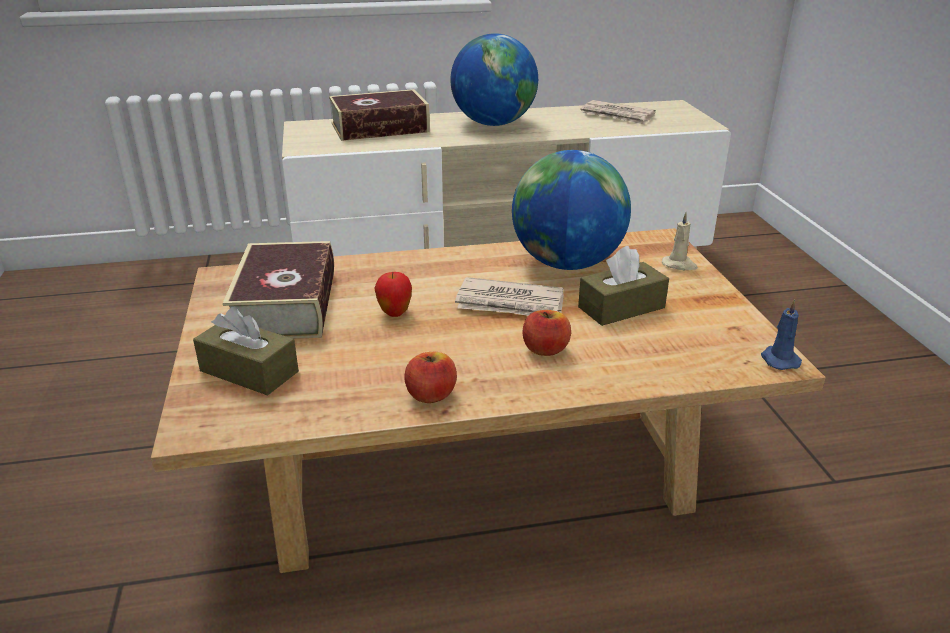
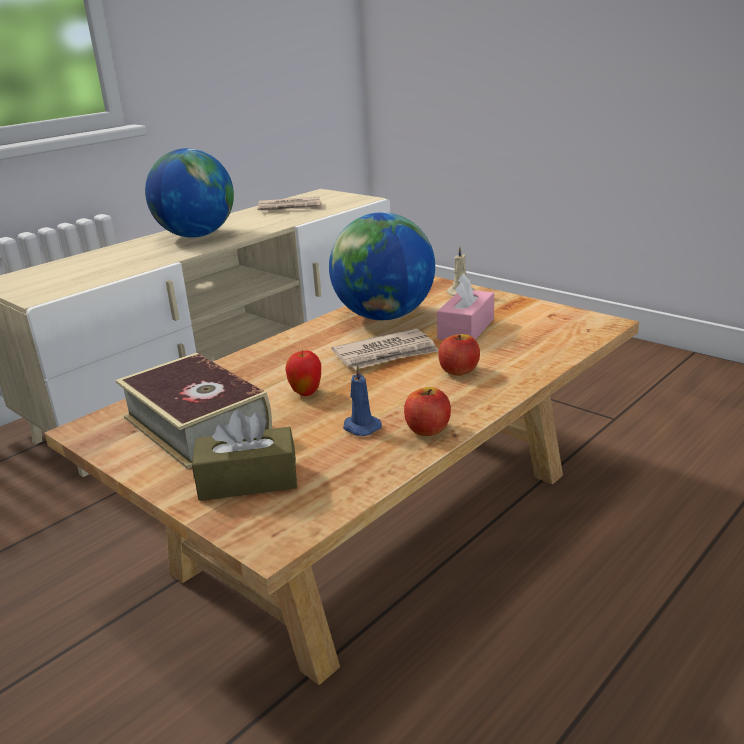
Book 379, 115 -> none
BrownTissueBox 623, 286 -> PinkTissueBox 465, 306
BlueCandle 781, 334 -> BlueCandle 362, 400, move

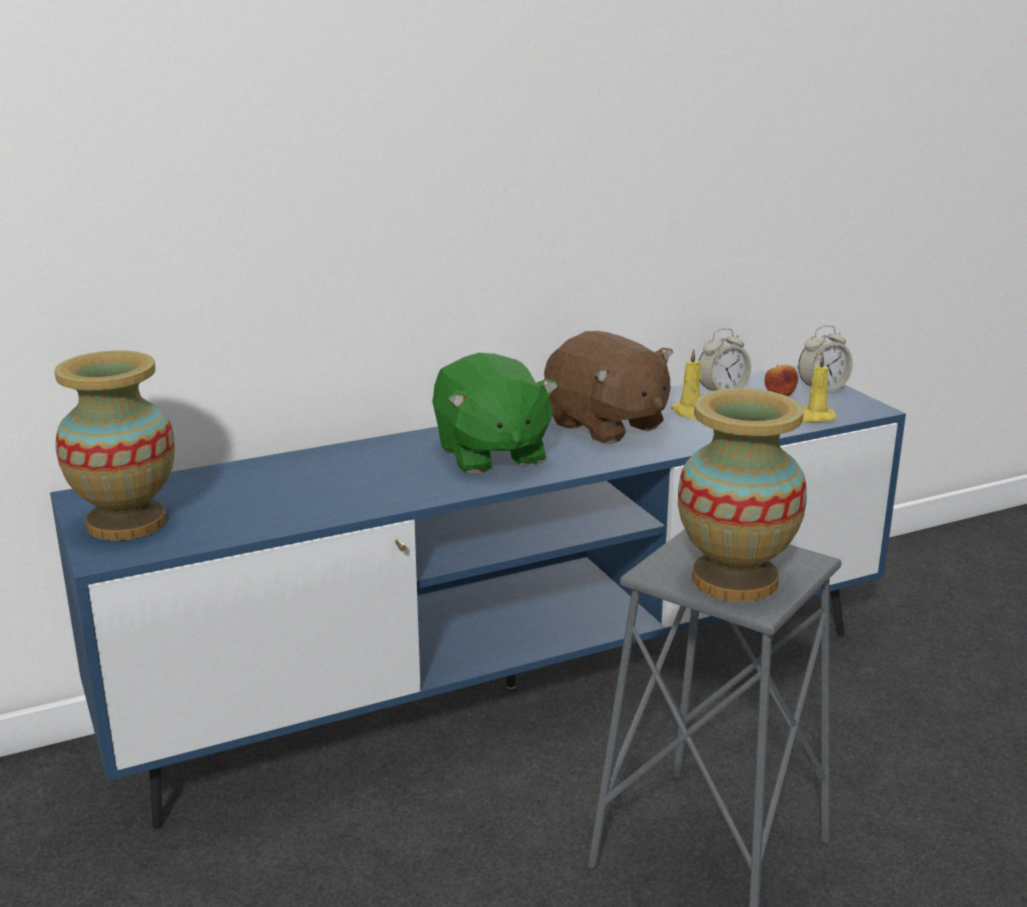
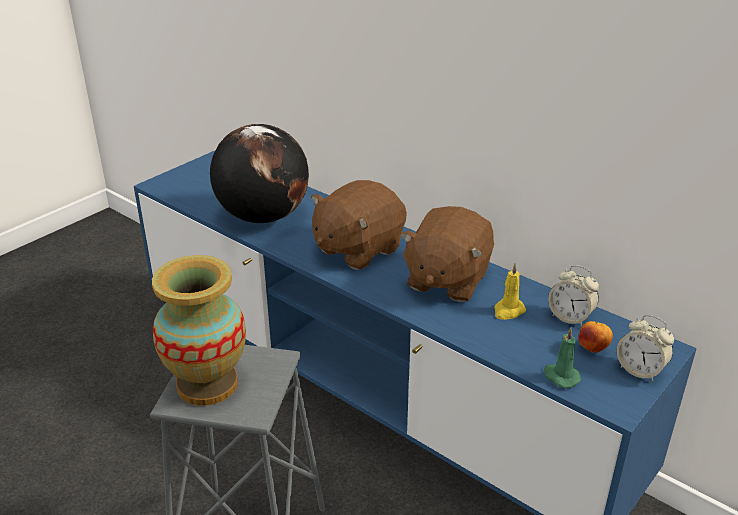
Vase 115, 445 -> none
GreenPlushToy 495, 413 -> BrownPlushToy 359, 225
YellowCandle 819, 387 -> GreenCandle 562, 357
none -> Globe 259, 173

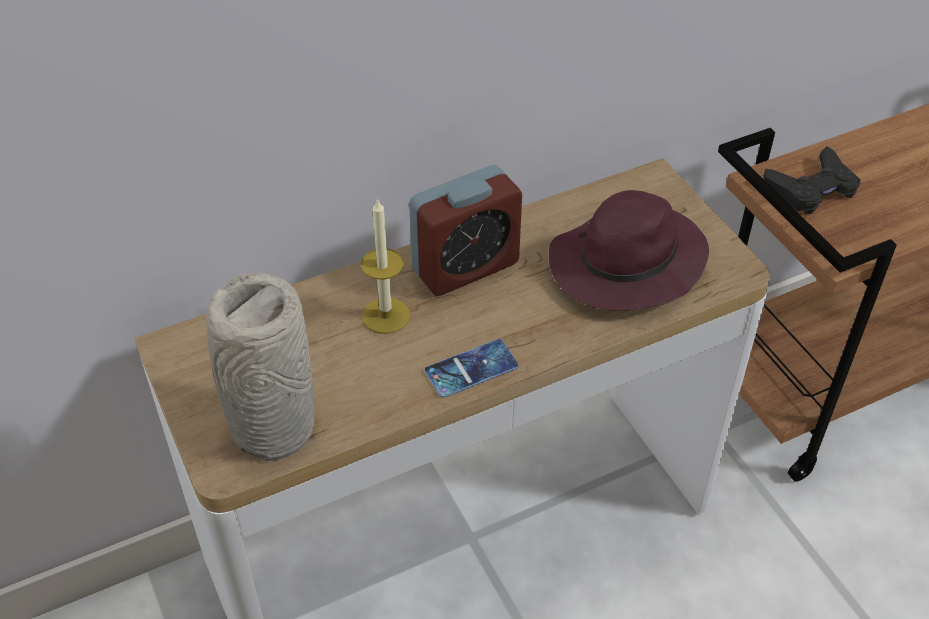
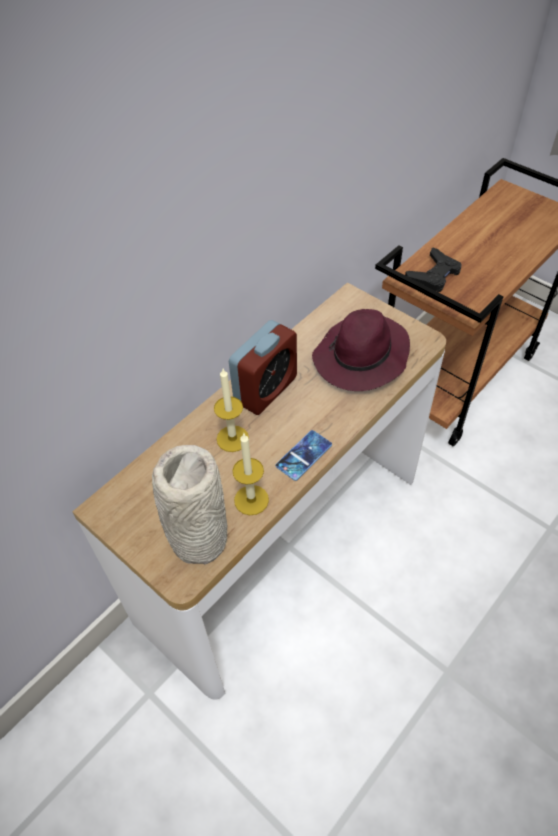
none -> Candle 250, 474

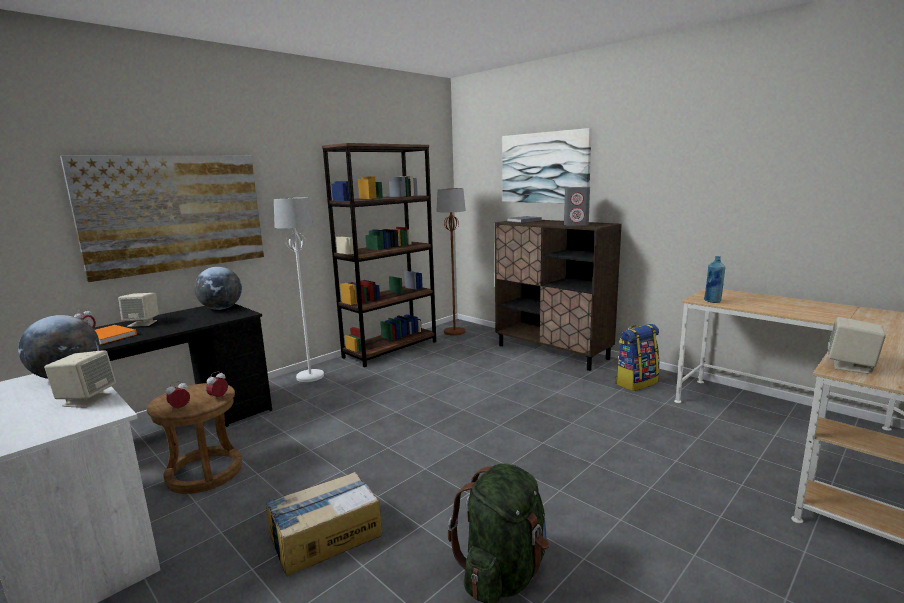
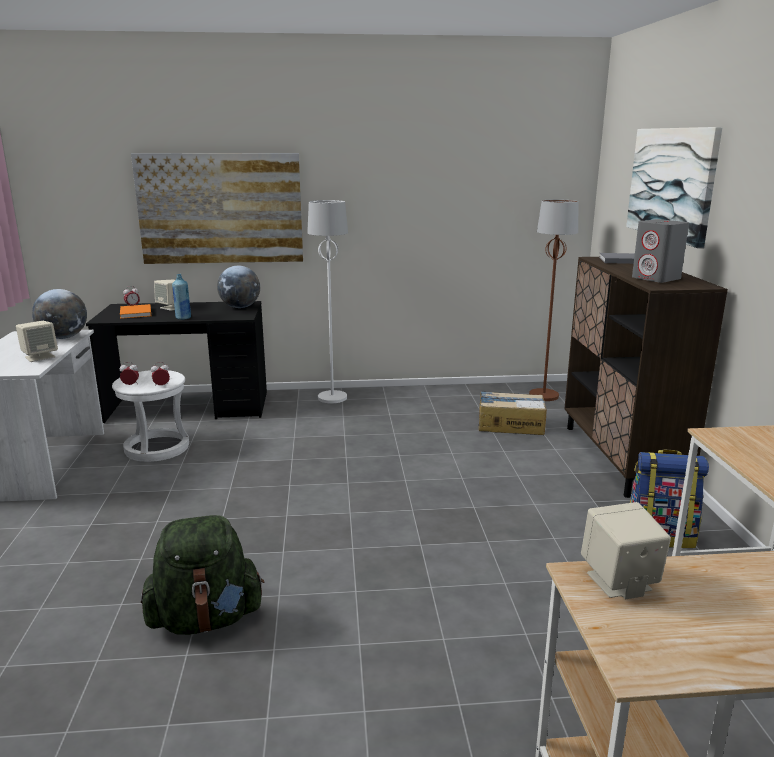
BrownBookcase 379, 255 -> none
BlueBottle 714, 279 -> BlueBottle 181, 297, move
BrownStool 194, 438 -> WhiteStool 150, 416
CardboardBox 323, 524 -> CardboardBox 513, 413, move

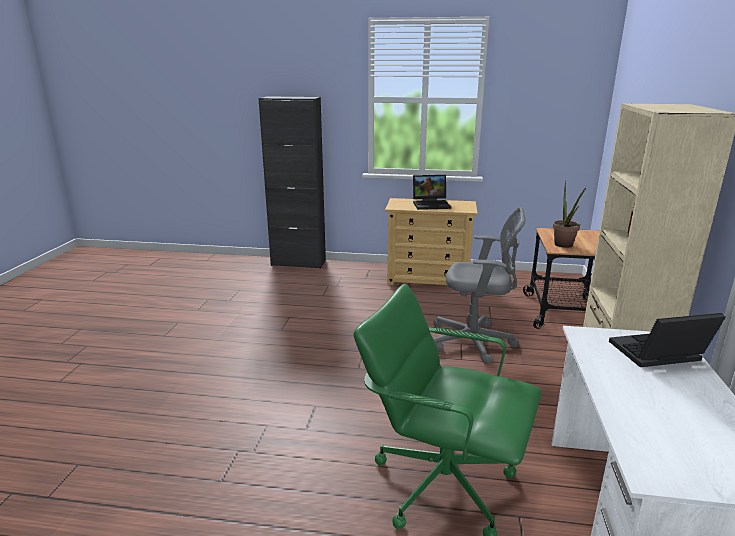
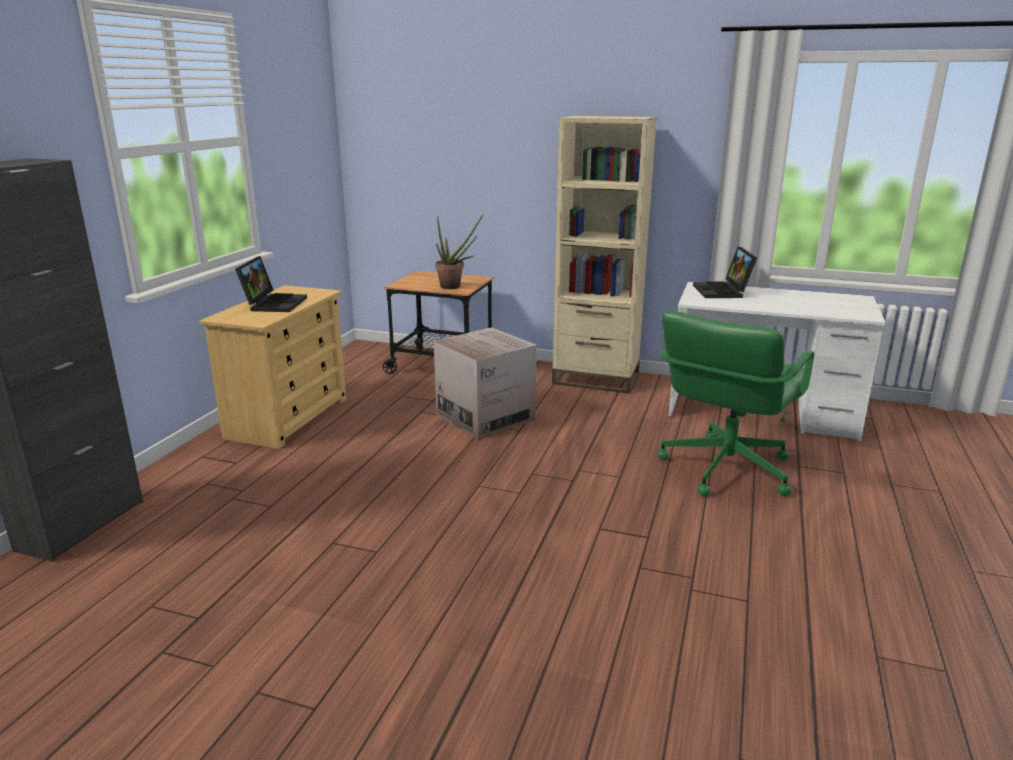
GreyOfficeChair 479, 285 -> CardboardBox 485, 383

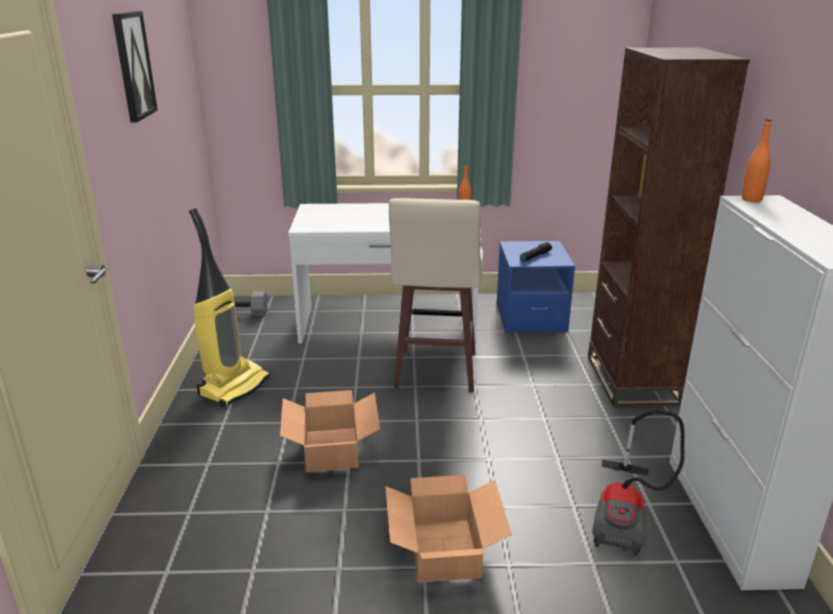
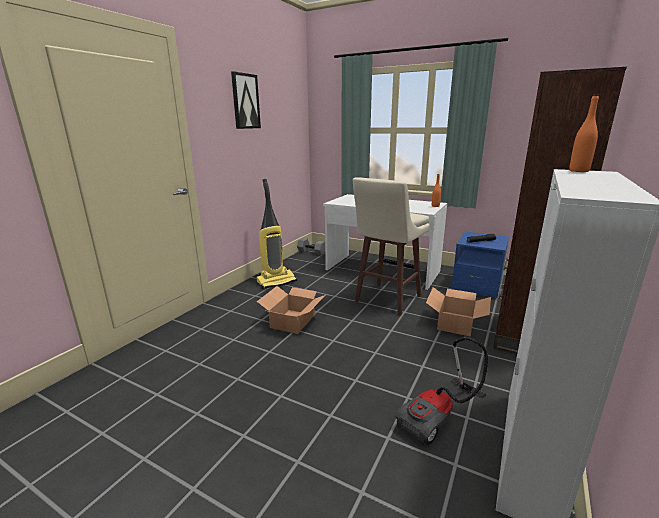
CardboardBox 448, 529 -> CardboardBox 458, 312, move

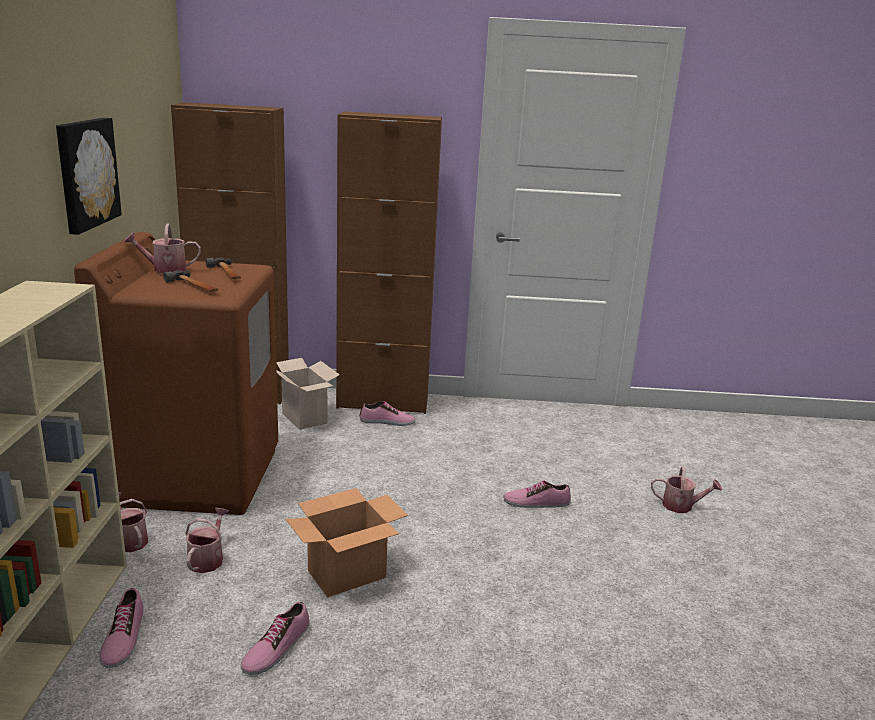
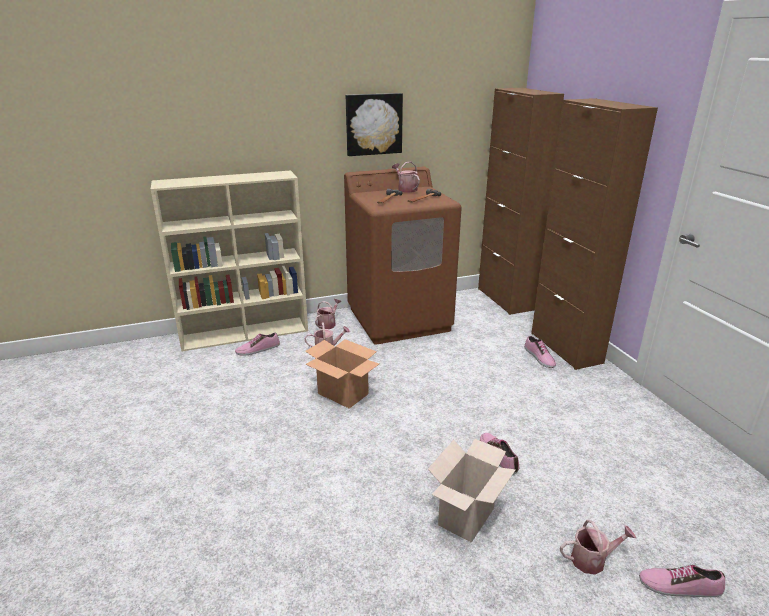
CardboardBox 307, 394 -> CardboardBox 471, 491, move
WateringCan 686, 489 -> WateringCan 598, 547, 90 degrees counterclockwise
Shoe 275, 638 -> Shoe 682, 581, move

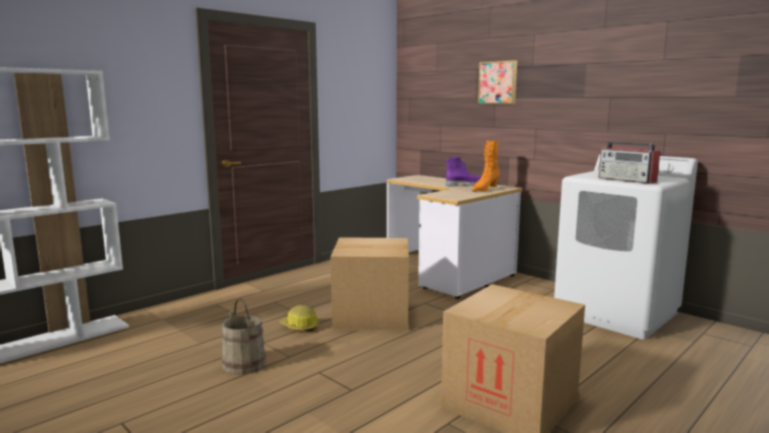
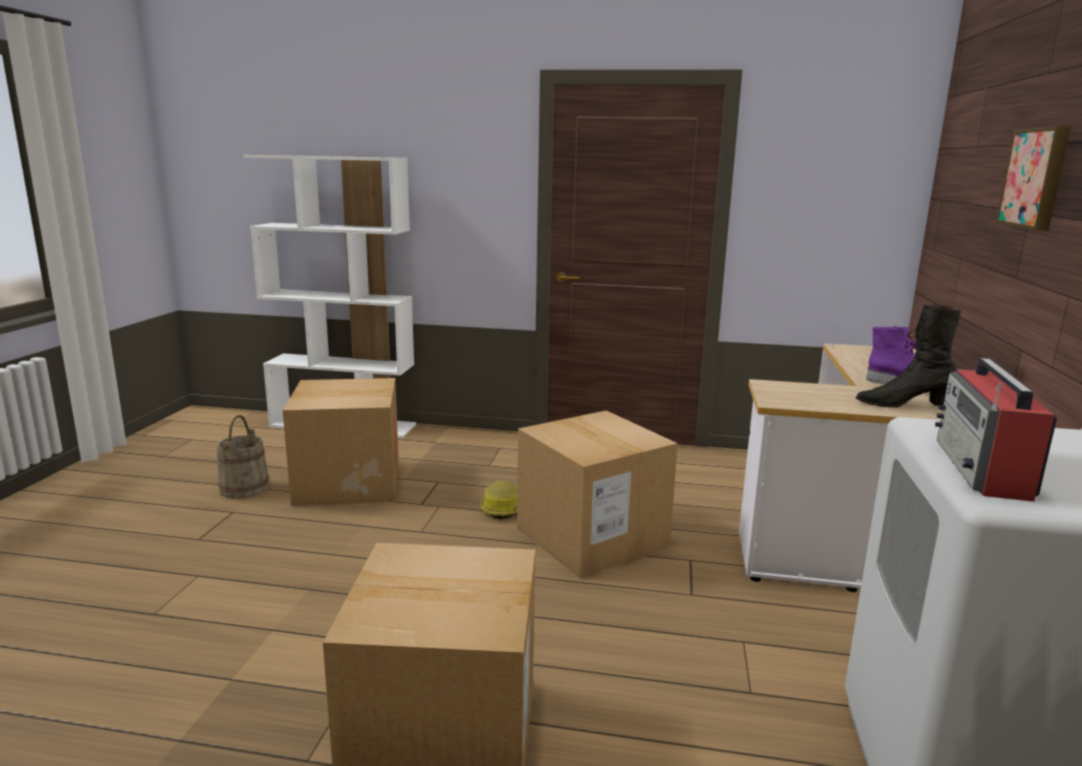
OrangeBoot 486, 166 -> BlackBoot 908, 356
BeigeBucket 244, 336 -> BeigeBucket 243, 457, move
none -> CardboardBox 341, 442

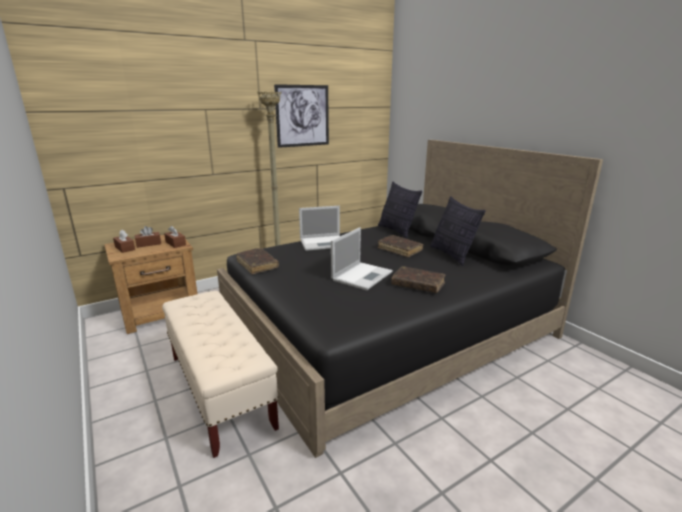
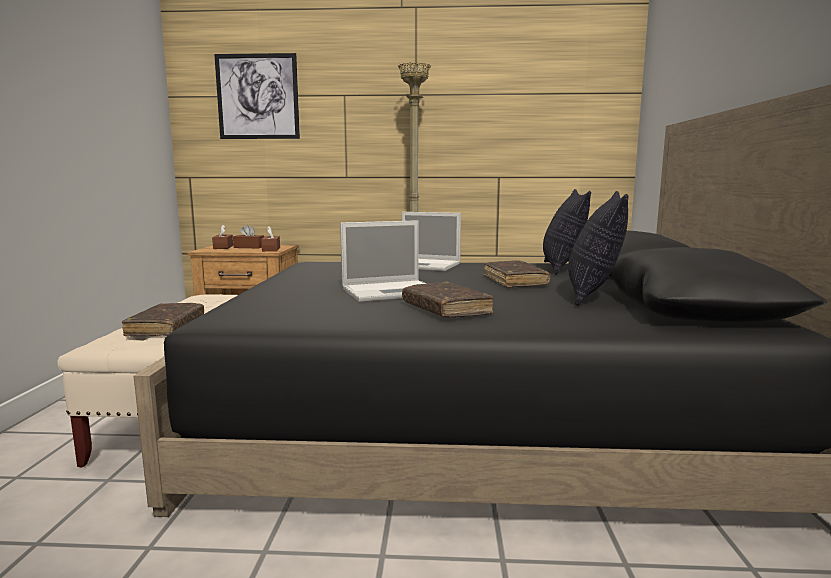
Picture 301, 116 -> Picture 257, 96, move
BrownBook 258, 261 -> BrownBook 162, 319, move

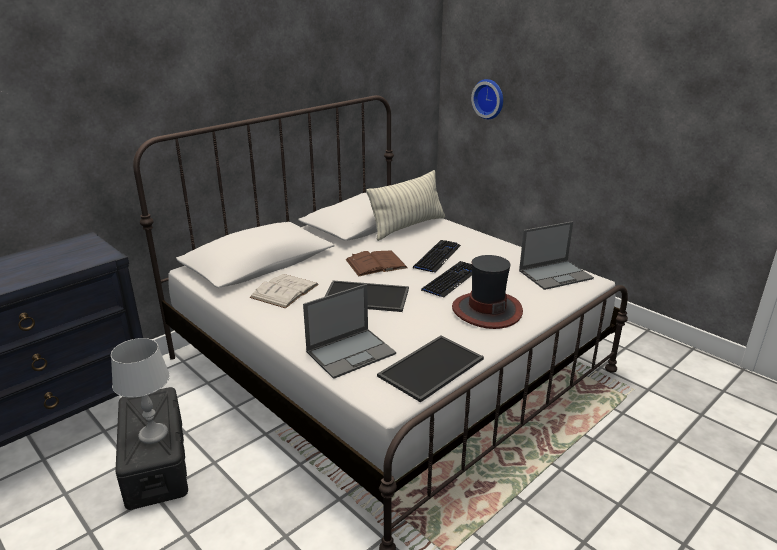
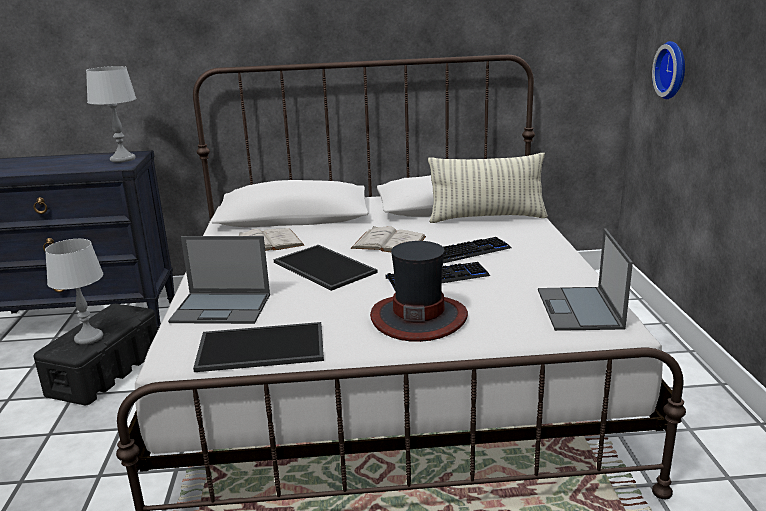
Laptop 556, 255 -> Laptop 585, 279, 75 degrees clockwise
BrownBook 377, 264 -> WhiteBook 388, 239
none -> GreyTableLamp 111, 114

